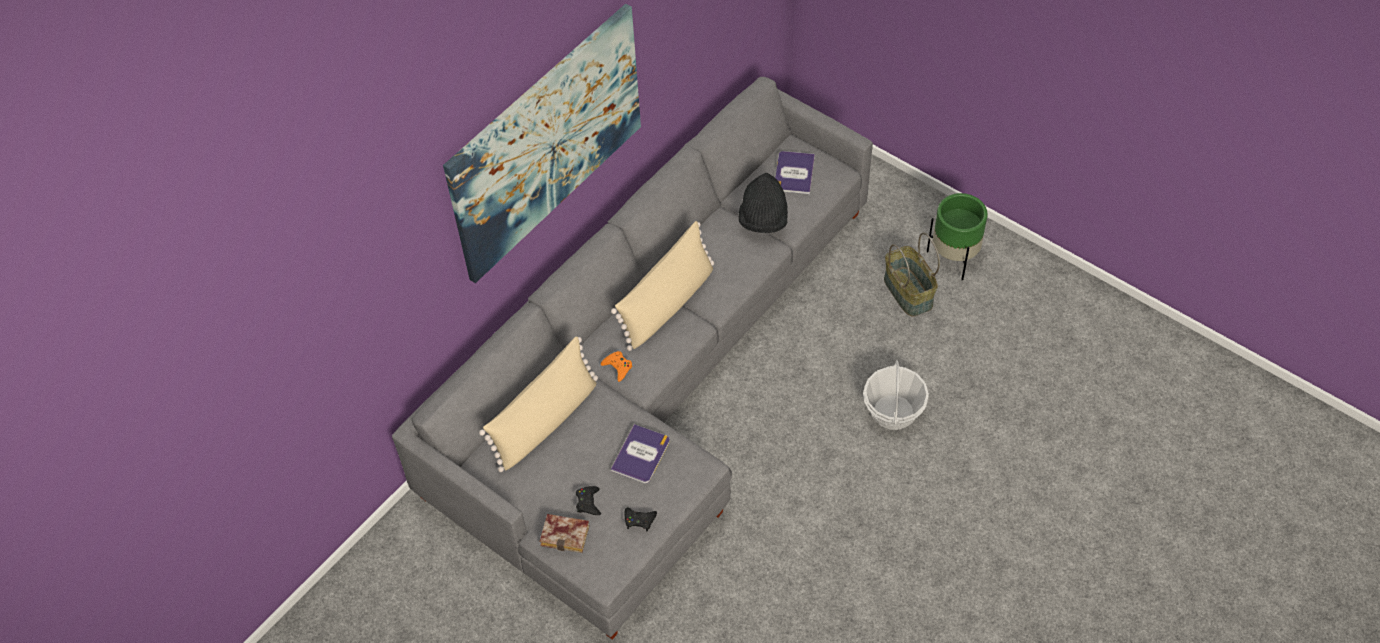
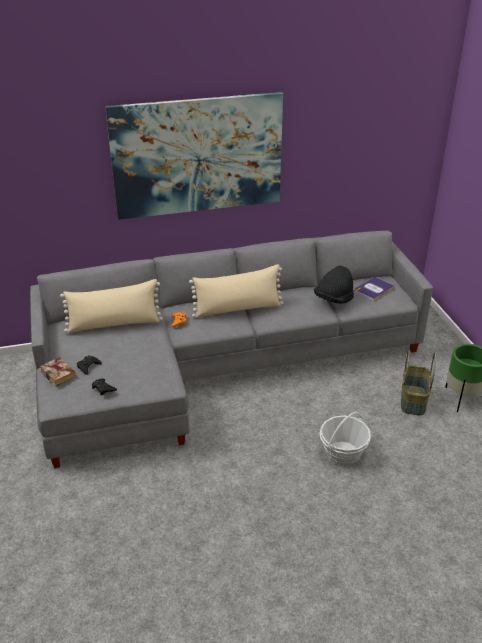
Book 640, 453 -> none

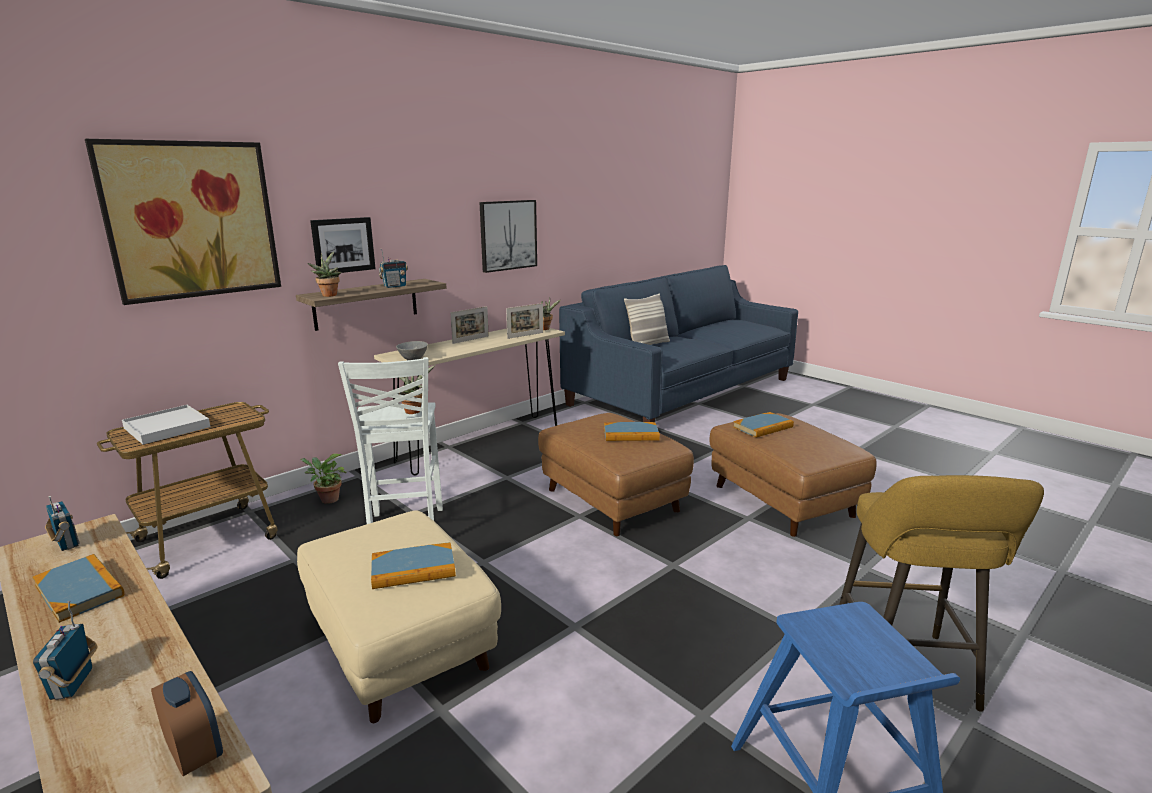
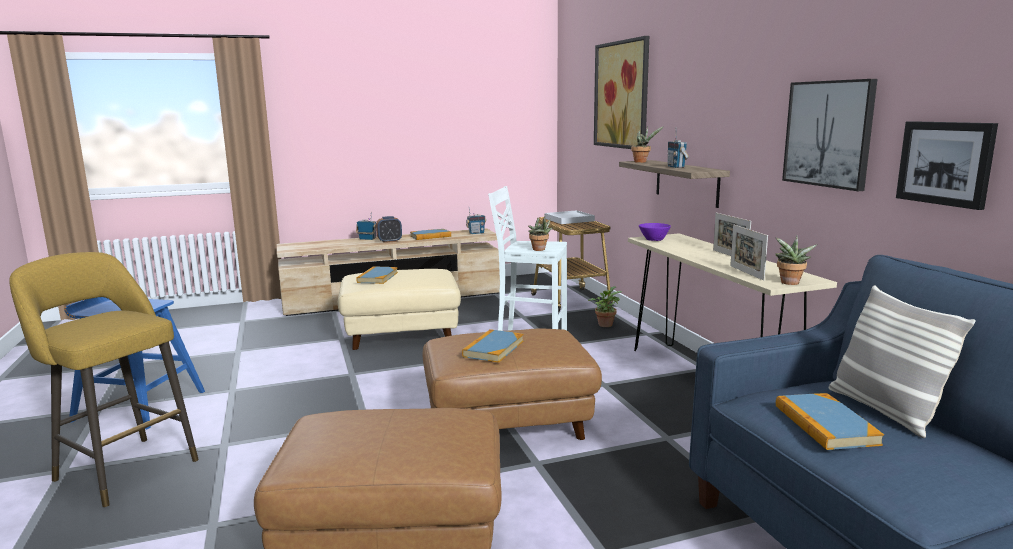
Picture 343, 245 -> Picture 947, 165, move
GreyBowl 412, 350 -> PurpleBowl 655, 232
Book 763, 424 -> Book 830, 421, move
AlarmClock 187, 723 -> AlarmClock 389, 229, move

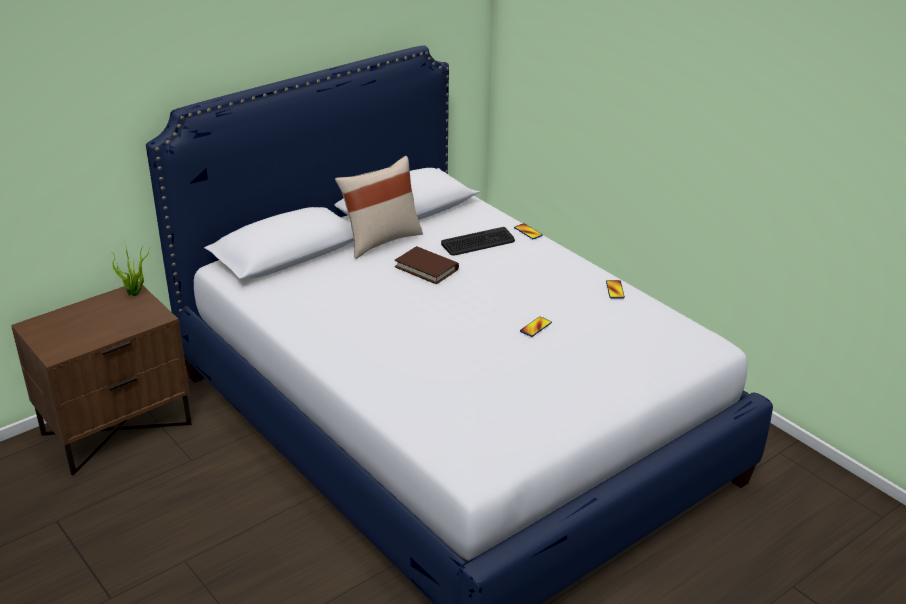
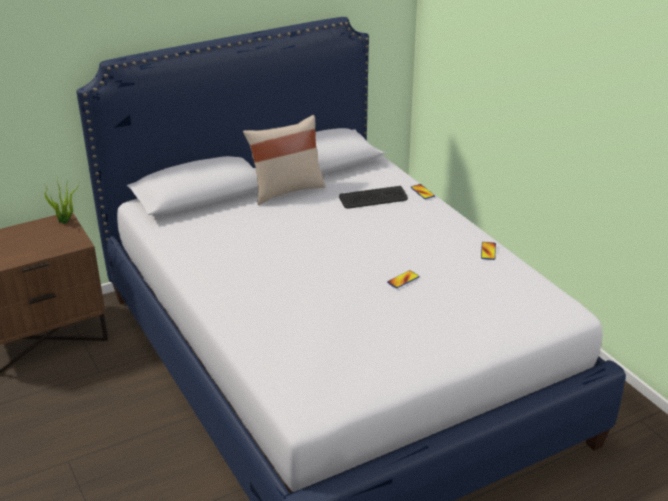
BrownBook 427, 265 -> none

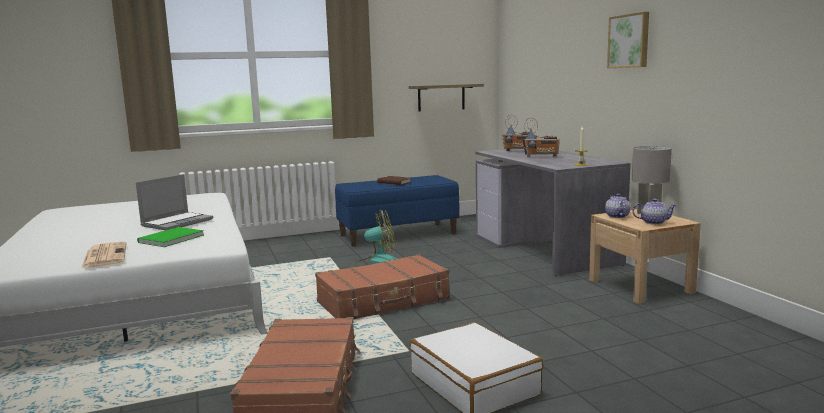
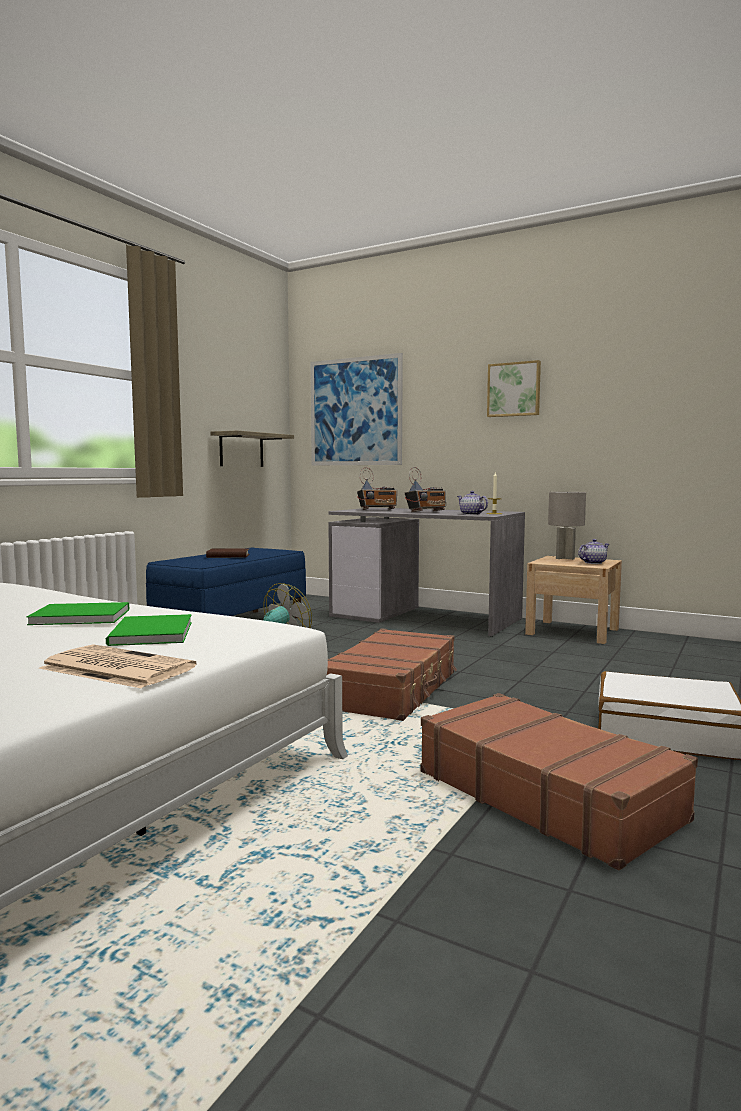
Laptop 174, 202 -> GreenBook 78, 613
Teapot 618, 206 -> Teapot 472, 503, move
none -> Picture 357, 409

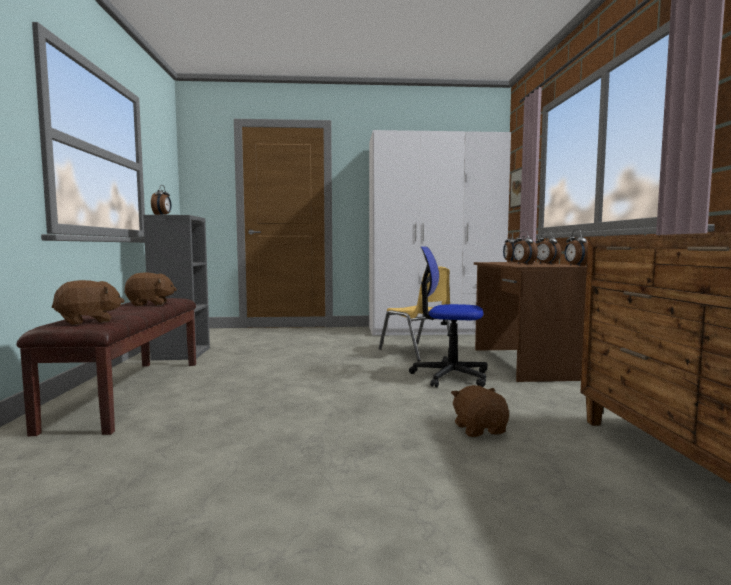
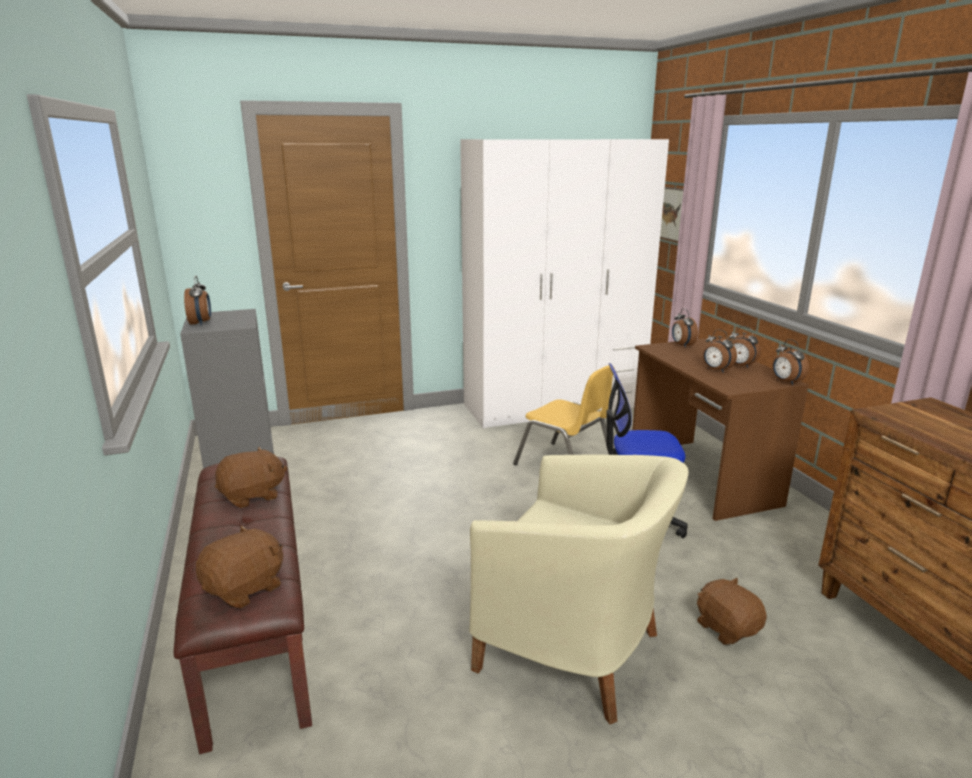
none -> BeigeArmchair 579, 589

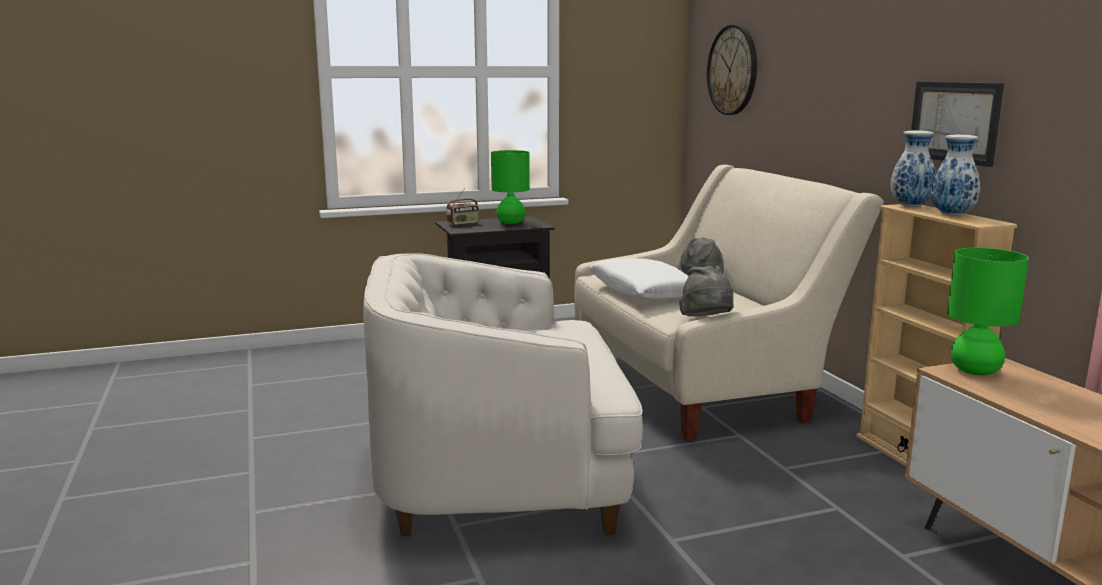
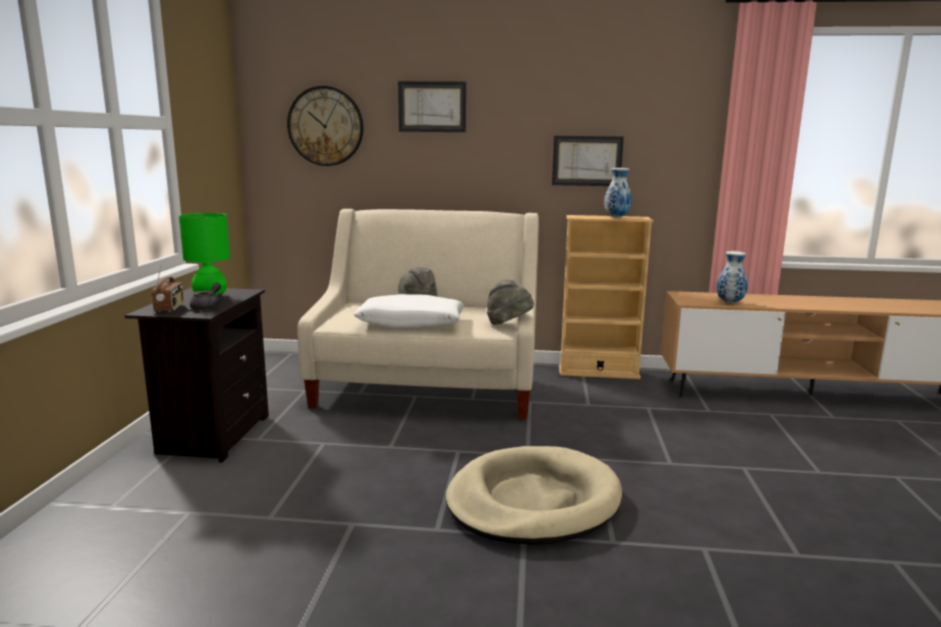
Vase 913, 169 -> Vase 732, 277, move
GreenTableLamp 988, 311 -> none
WhiteArmchair 503, 394 -> BeigeDogBed 534, 495
none -> Picture 432, 106
none -> GreyTeapot 206, 296

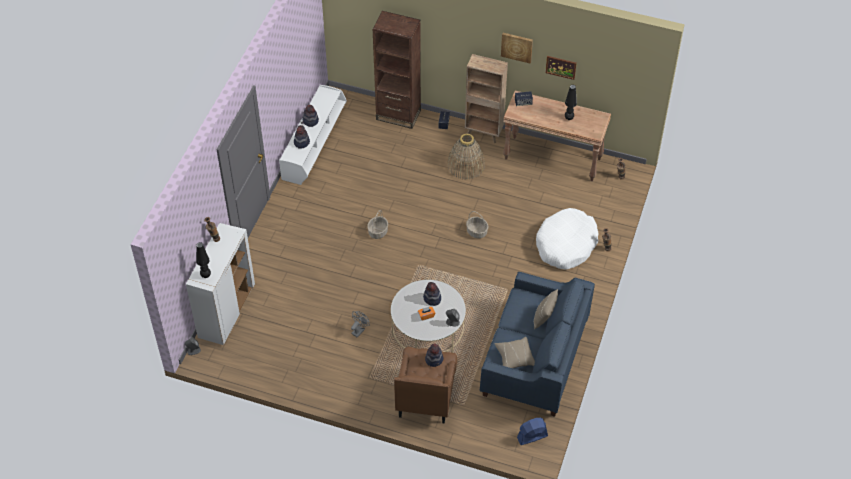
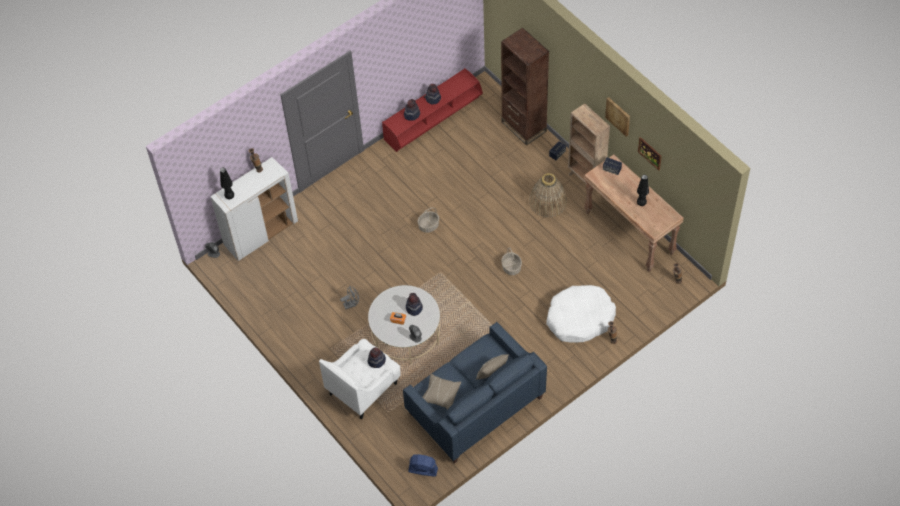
WhiteTvStand 313, 135 -> RedTvStand 432, 110
BrownArmchair 425, 385 -> WhiteArmchair 360, 379

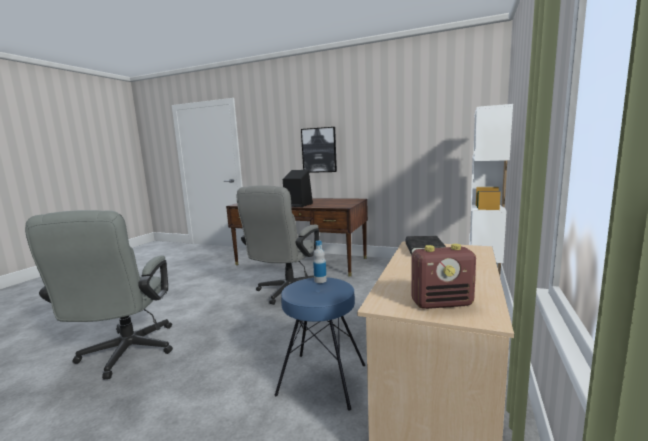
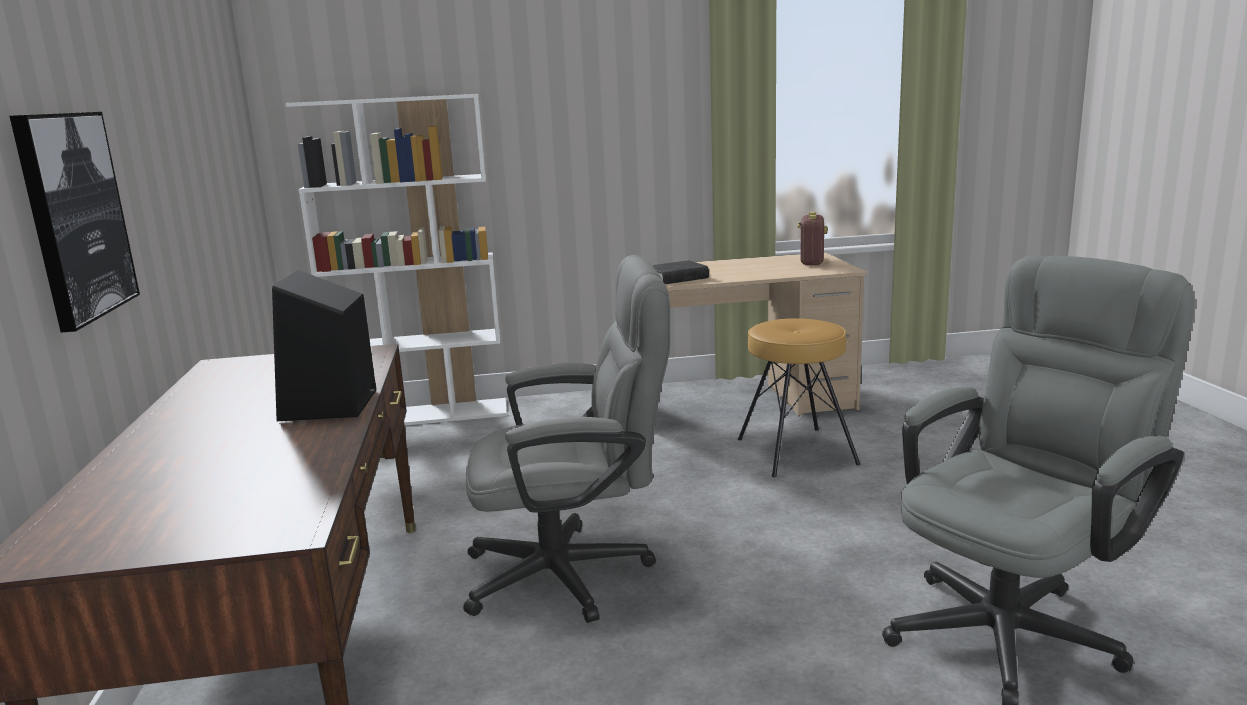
Bottle 320, 262 -> none
Radio 443, 276 -> Radio 812, 238, 45 degrees clockwise
BlueStool 320, 343 -> BrownStool 799, 397

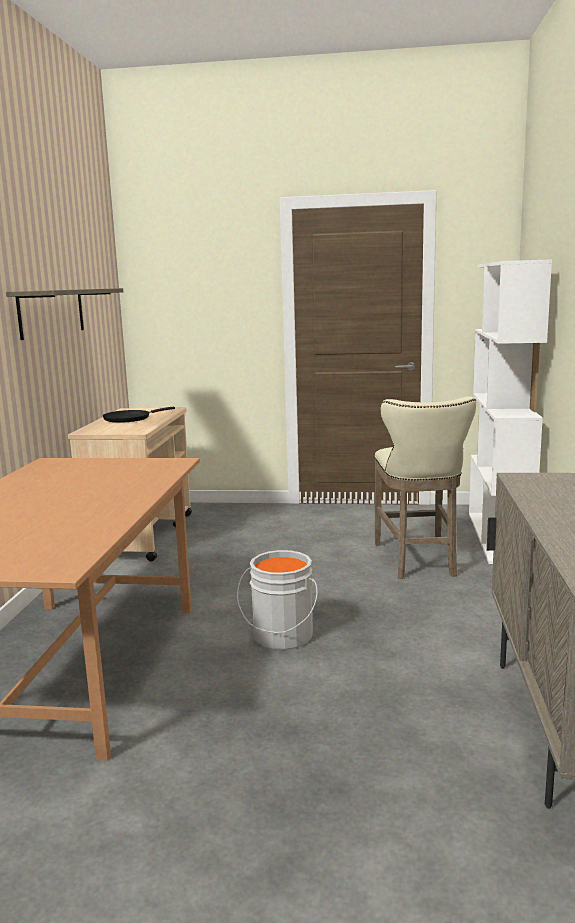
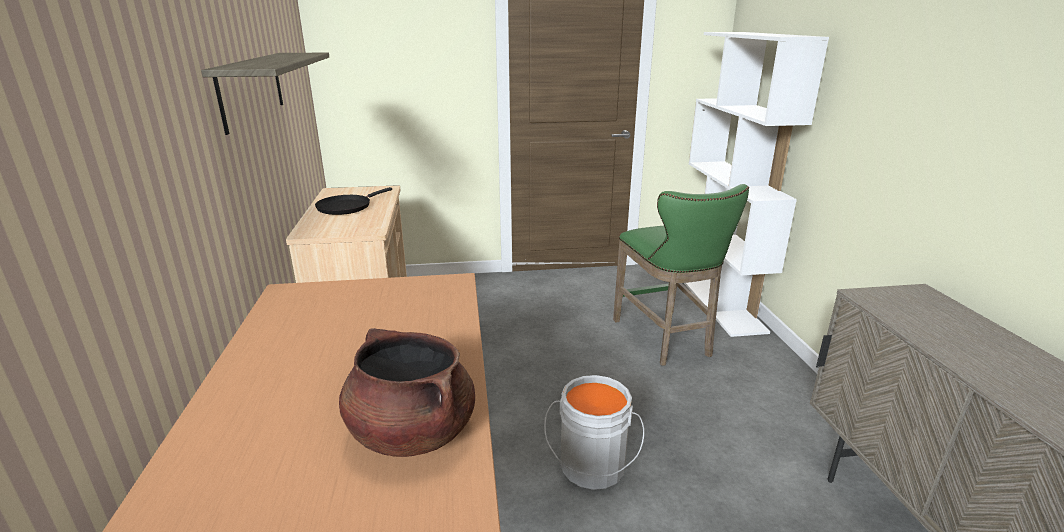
BeigeStool 425, 487 -> GreenStool 681, 275
none -> BrownCookingPot 407, 392

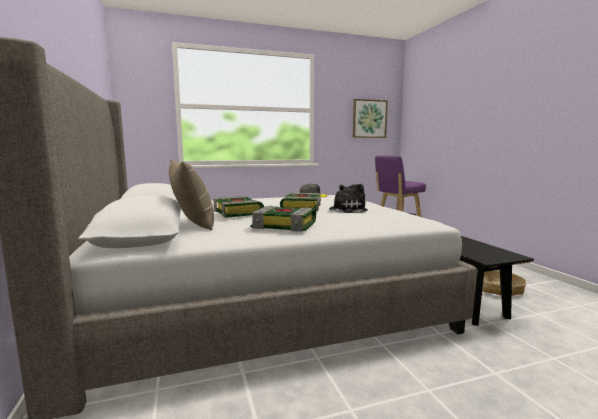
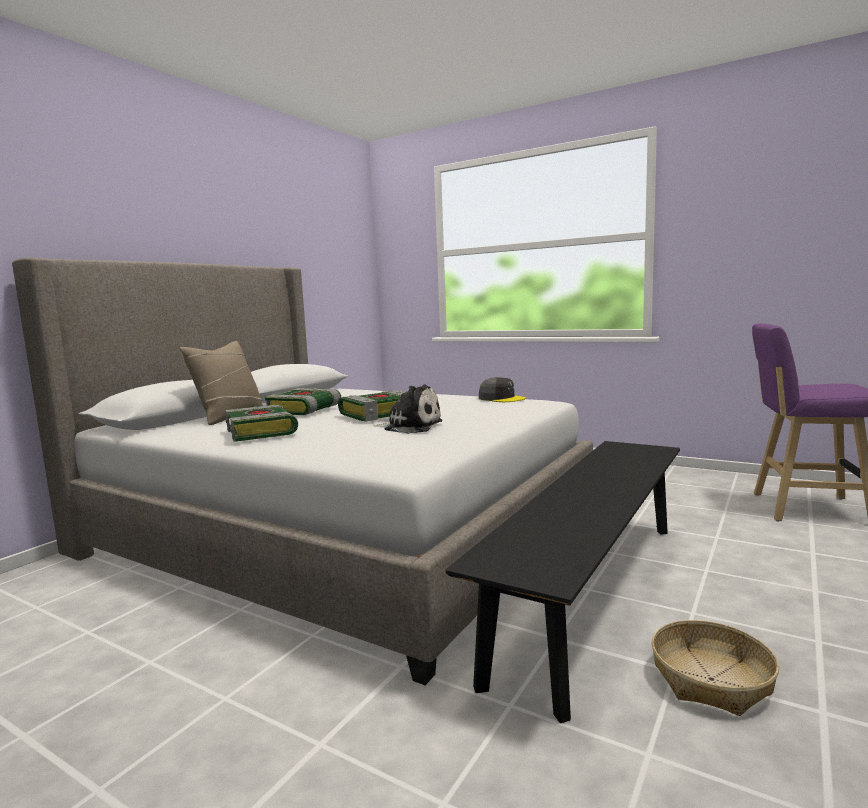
Picture 370, 118 -> none

